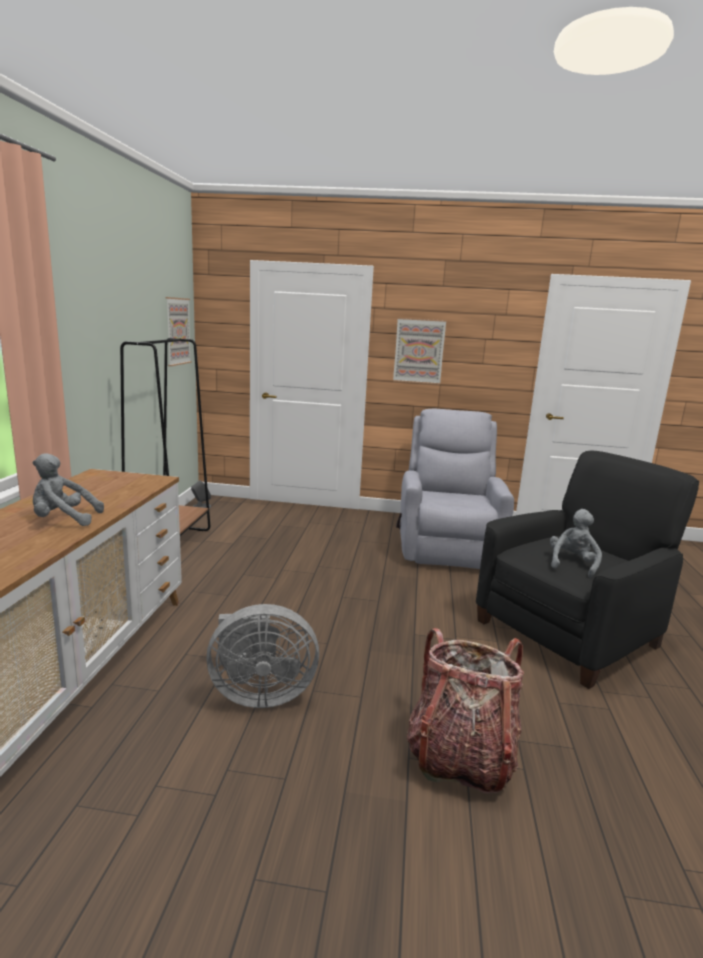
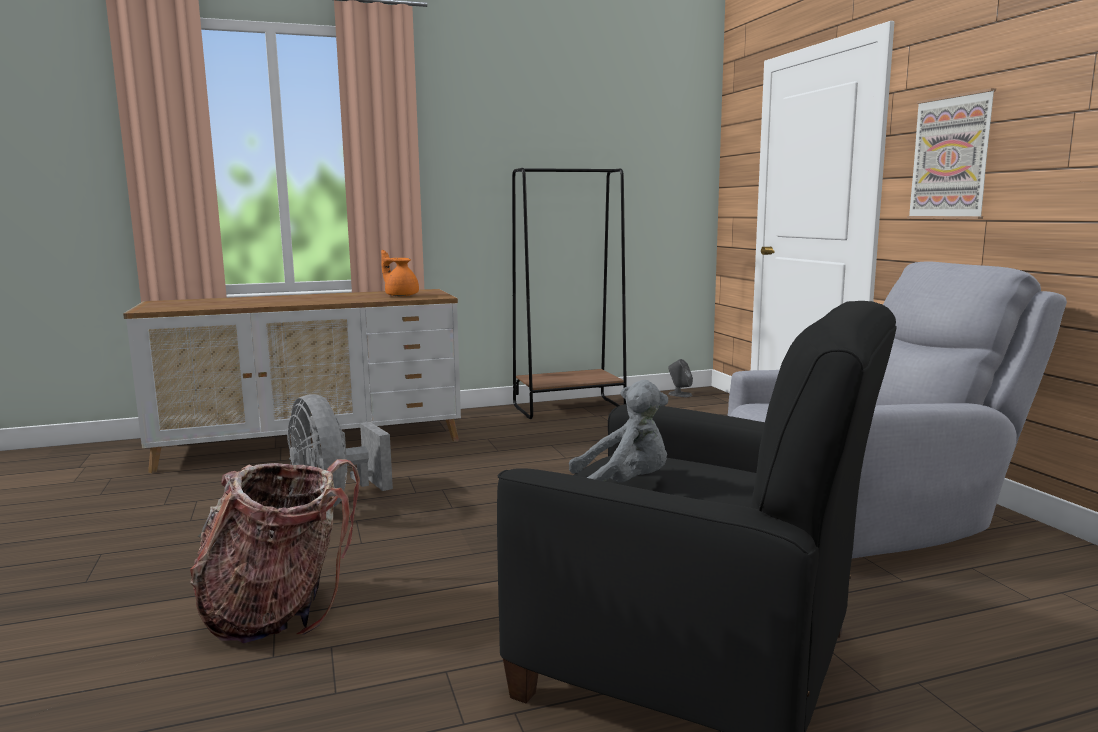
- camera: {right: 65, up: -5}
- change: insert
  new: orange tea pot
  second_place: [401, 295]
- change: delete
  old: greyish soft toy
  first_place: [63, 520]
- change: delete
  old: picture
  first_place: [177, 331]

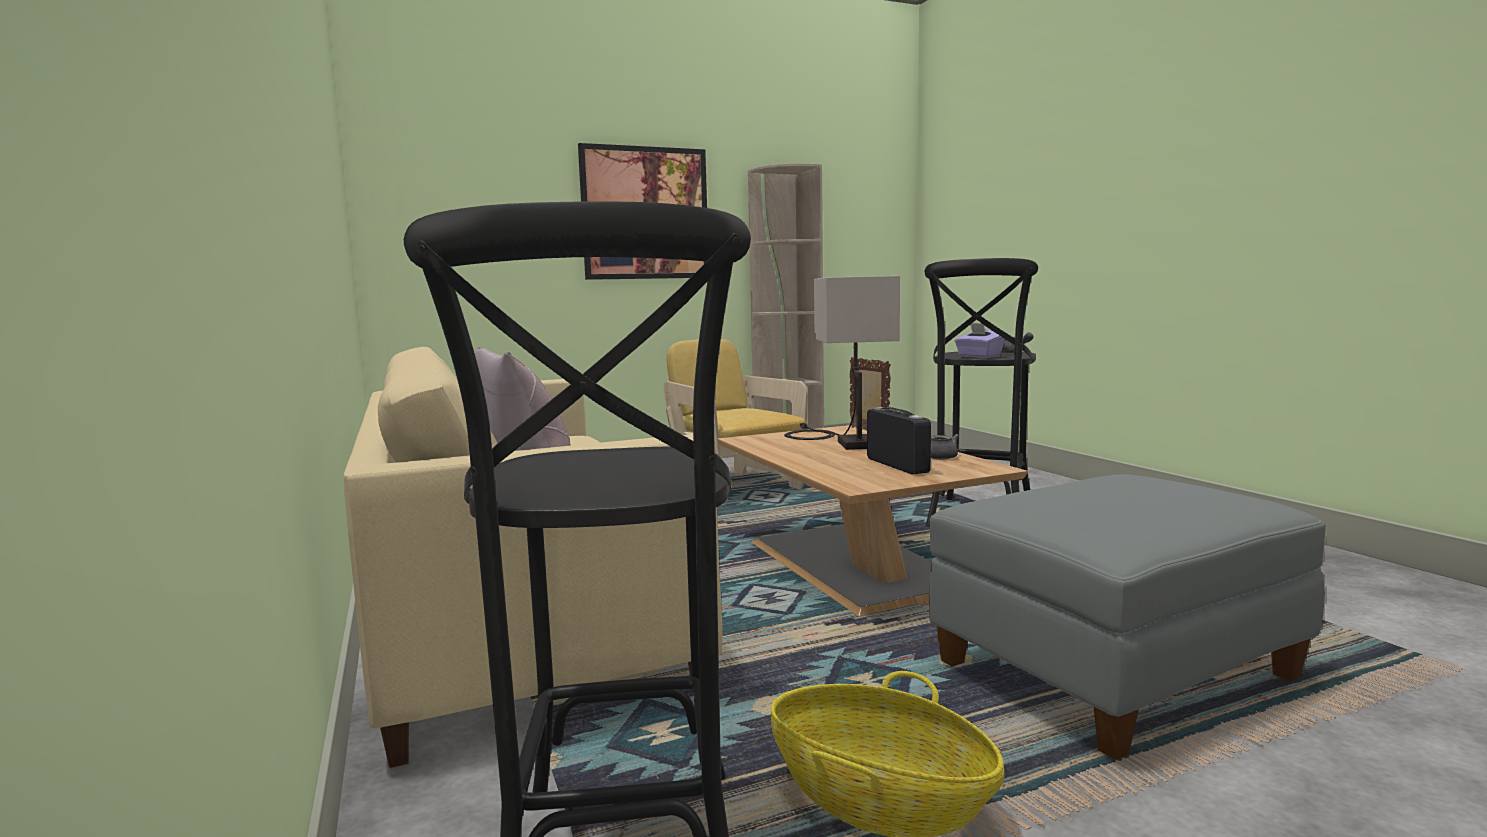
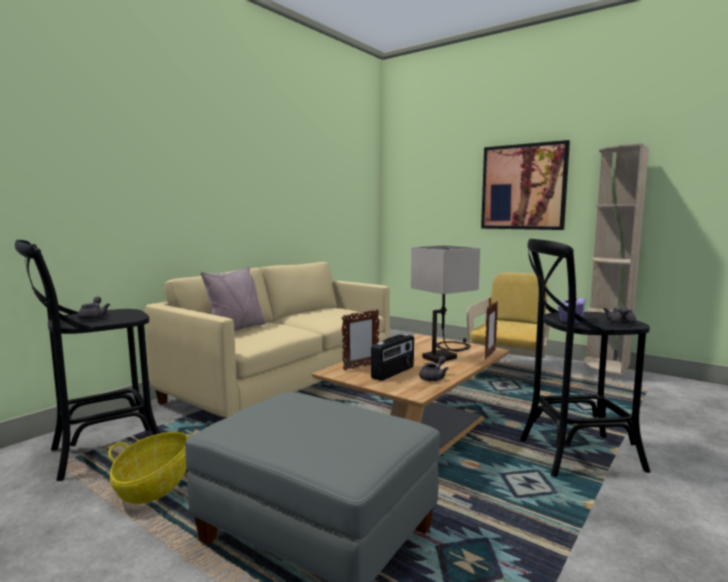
- camera: {right: 60, up: 0}
- change: insert
  new: greyish tea pot
  second_place: [94, 317]
- change: insert
  new: standing frame
  second_place: [360, 367]

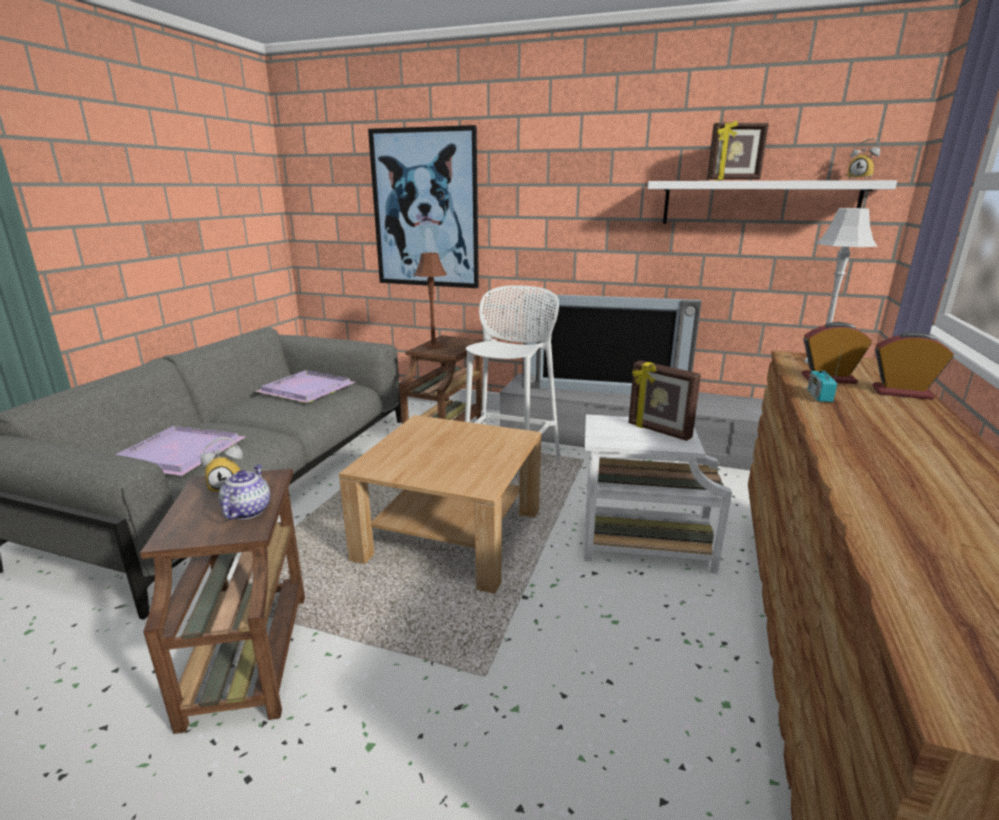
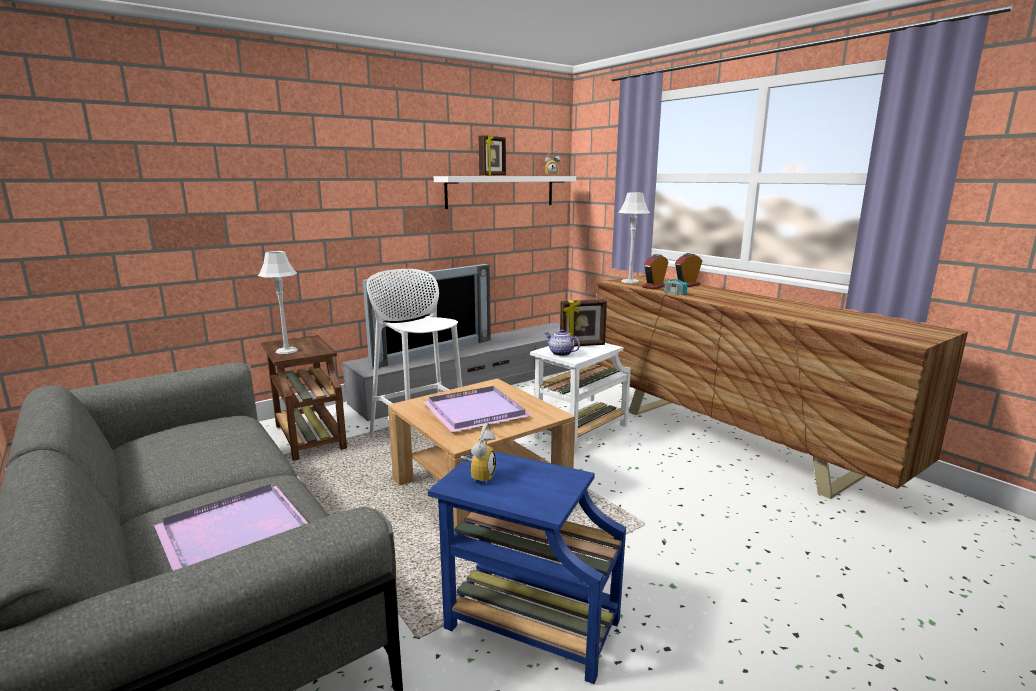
- camera: {right: -55, up: -5}
- change: recolor
  old: brown-coloured table lamp
  new: greyish table lamp
  first_place: [433, 346]
  second_place: [287, 351]
- change: move
  old: purple-coloured tray
  first_place: [307, 389]
  second_place: [473, 412]
- change: recolor
  old: brown-coloured side table
  new: bluish side table
  first_place: [250, 653]
  second_place: [527, 623]
- change: move
  old: tea pot
  first_place: [247, 511]
  second_place: [560, 353]
- change: delete
  old: picture
  first_place: [425, 209]

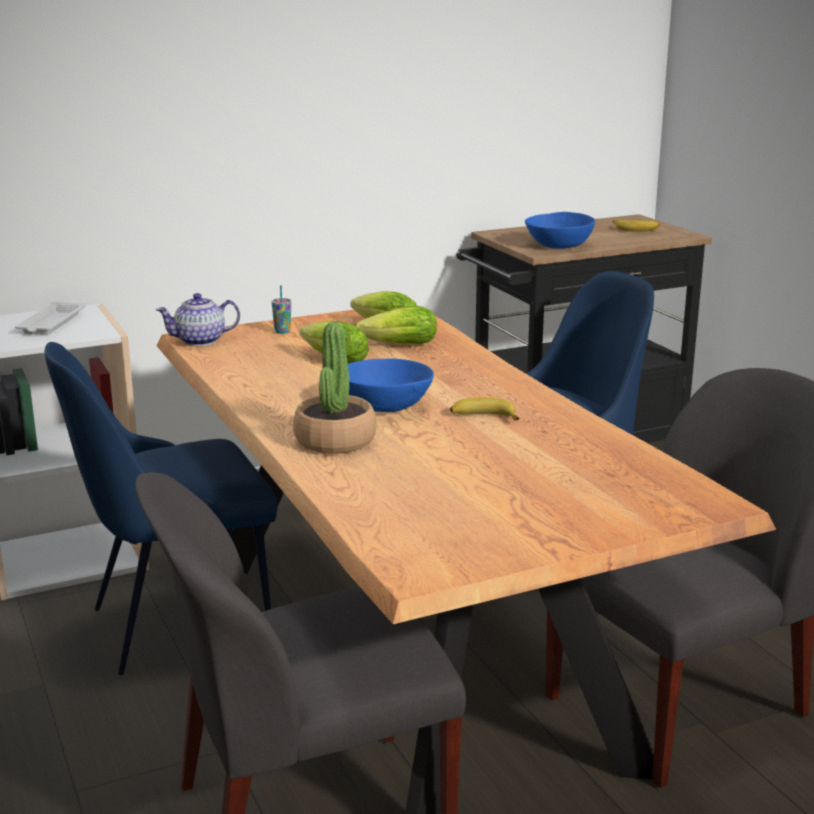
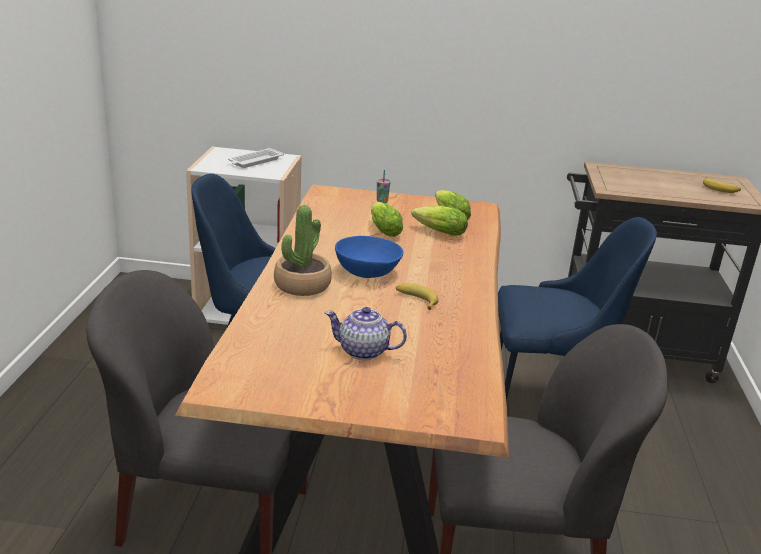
- camera: {right: 30, up: 5}
- change: move
  old: tea pot
  first_place: [201, 341]
  second_place: [364, 351]
- change: delete
  old: bluish deep dish
  first_place: [558, 246]

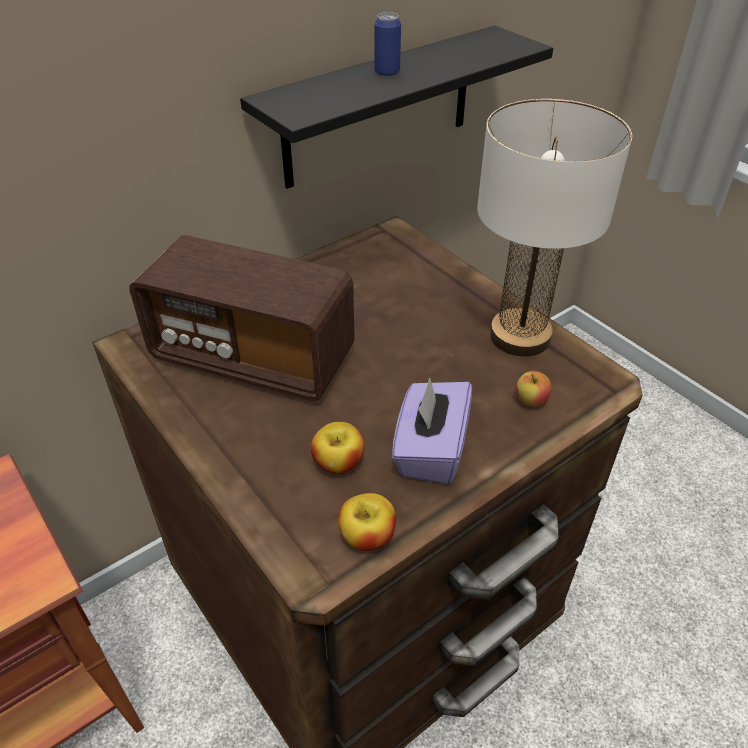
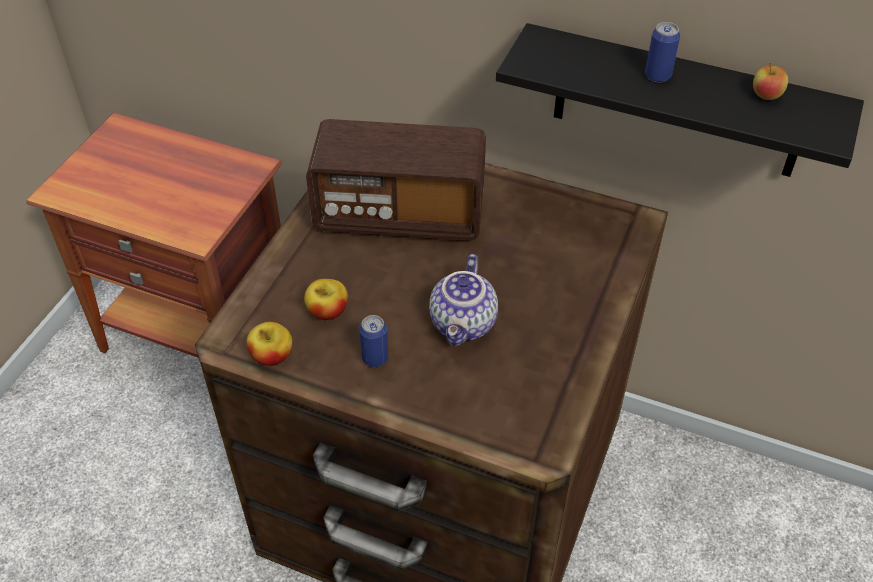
- camera: {right: 60, up: 5}
- change: rotate
  old: radio receiver
  first_place: [253, 357]
  second_place: [400, 214]
  degrees: -75
- change: replace
  old: purple-coloured tissue box
  new: metal can
  first_place: [430, 450]
  second_place: [375, 358]
- change: insert
  new: tea pot
  second_place: [464, 324]
- change: move
  old: apple fruit
  first_place: [531, 401]
  second_place: [766, 96]
- change: delete
  old: table lamp
  first_place: [519, 336]

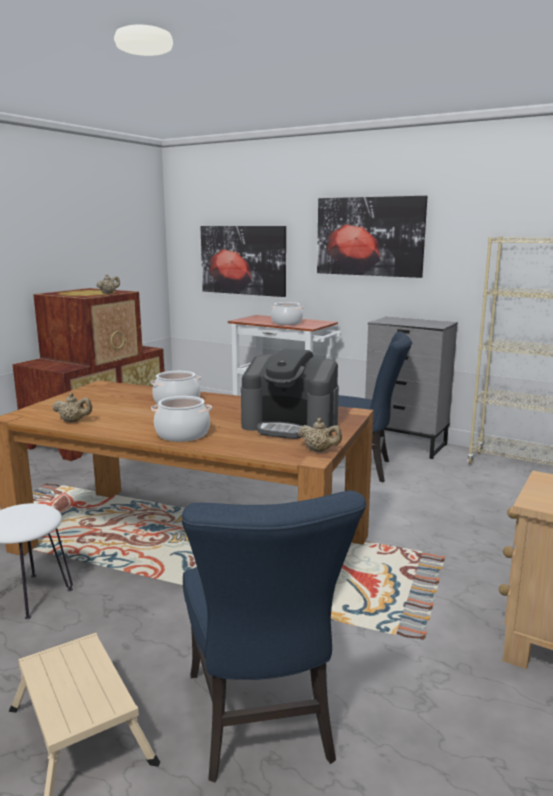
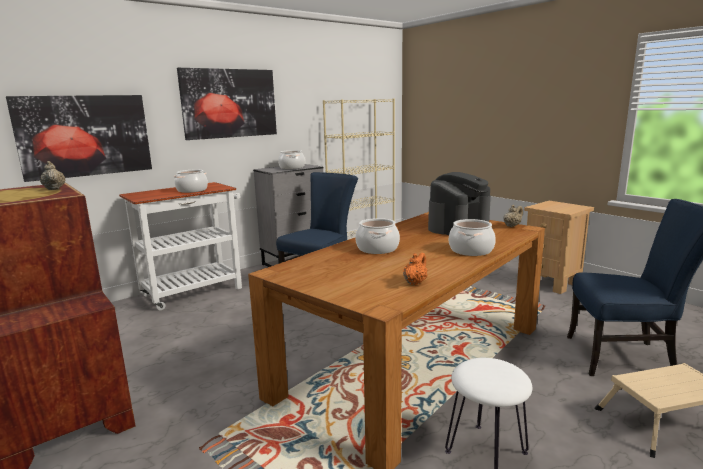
- camera: {right: -70, up: 0}
- change: insert
  new: stockpot
  second_place: [292, 167]
- change: recolor
  old: sand-coloured tea pot
  new: orange tea pot
  first_place: [73, 421]
  second_place: [415, 282]

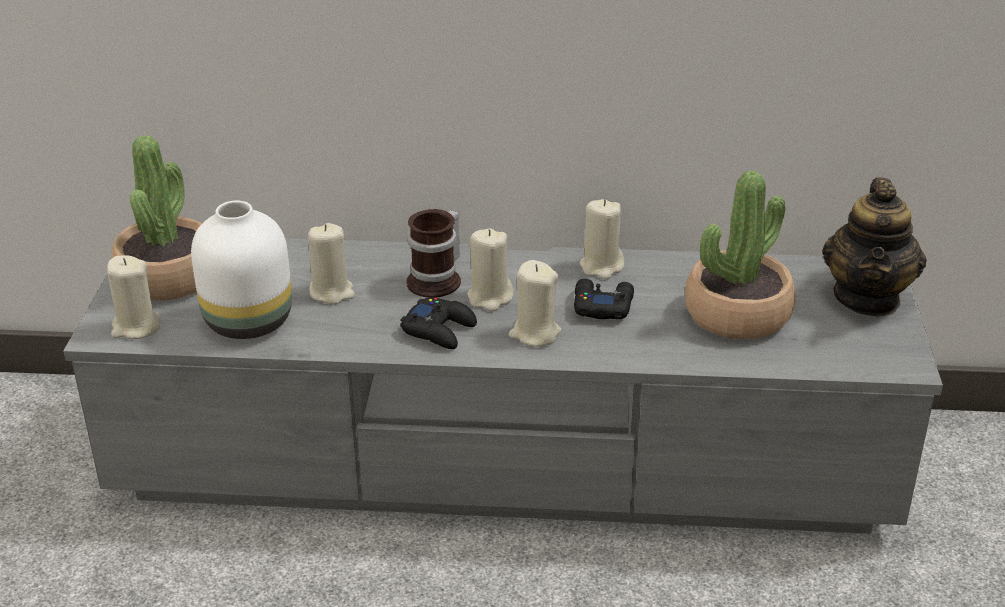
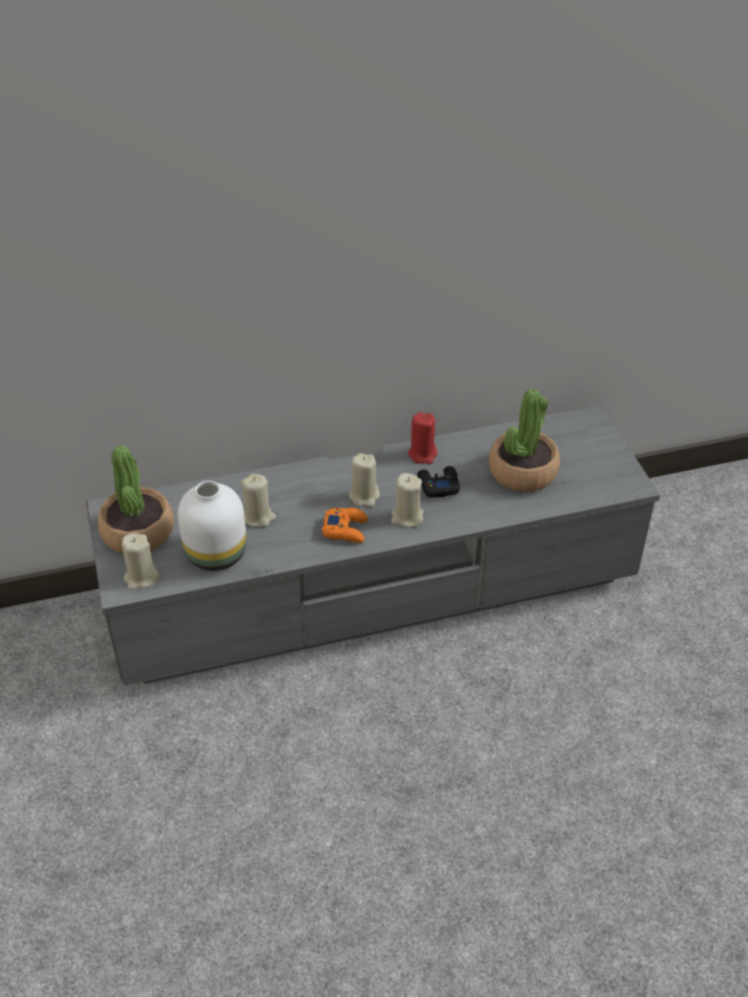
- camera: {right: -20, up: 10}
- change: recolor
  old: blackish gamepad
  new: orange gamepad
  first_place: [439, 330]
  second_place: [345, 529]
- change: recolor
  old: sand-coloured wax candle
  new: red wax candle
  first_place: [602, 266]
  second_place: [422, 454]
- change: delete
  old: mug
  first_place: [439, 280]
- change: delete
  old: tea pot
  first_place: [867, 298]

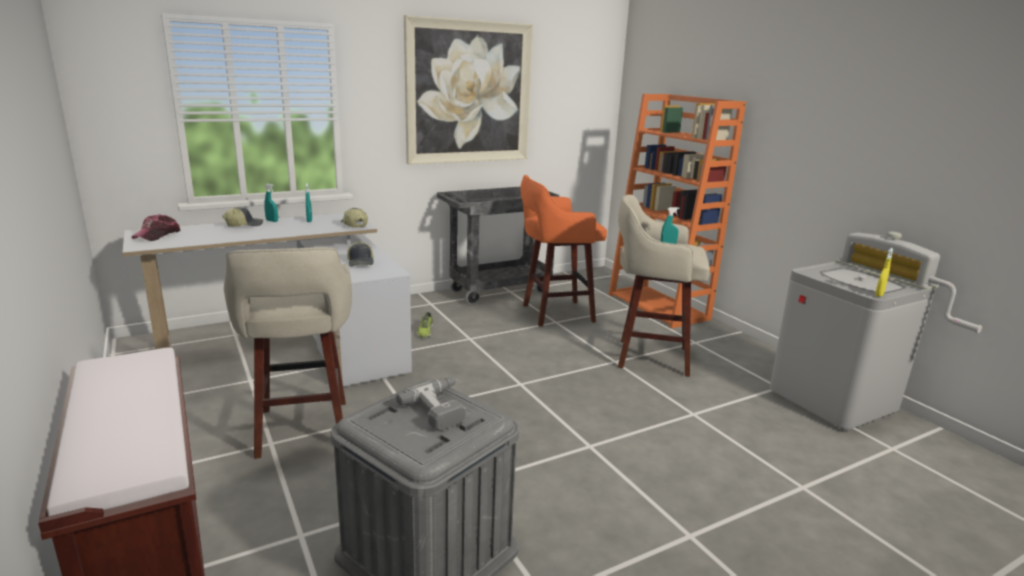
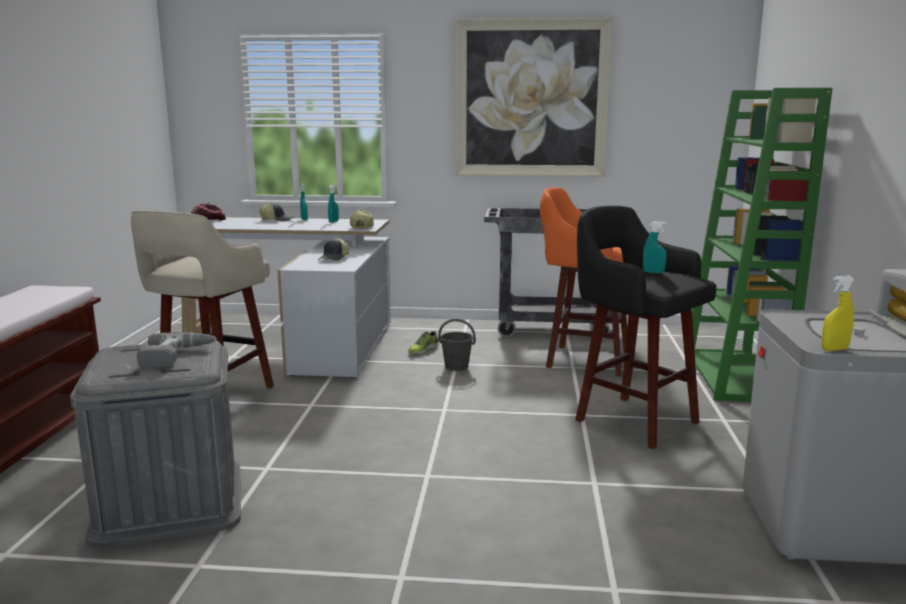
- camera: {right: 35, up: -5}
- change: insert
  new: greyish water bucket
  second_place: [457, 366]
- change: recolor
  old: sand-coloured stool seat
  new: blackish stool seat
  first_place: [649, 357]
  second_place: [632, 420]
- change: recolor
  old: orange bookshelf
  new: greenish bookshelf
  first_place: [659, 307]
  second_place: [735, 377]

